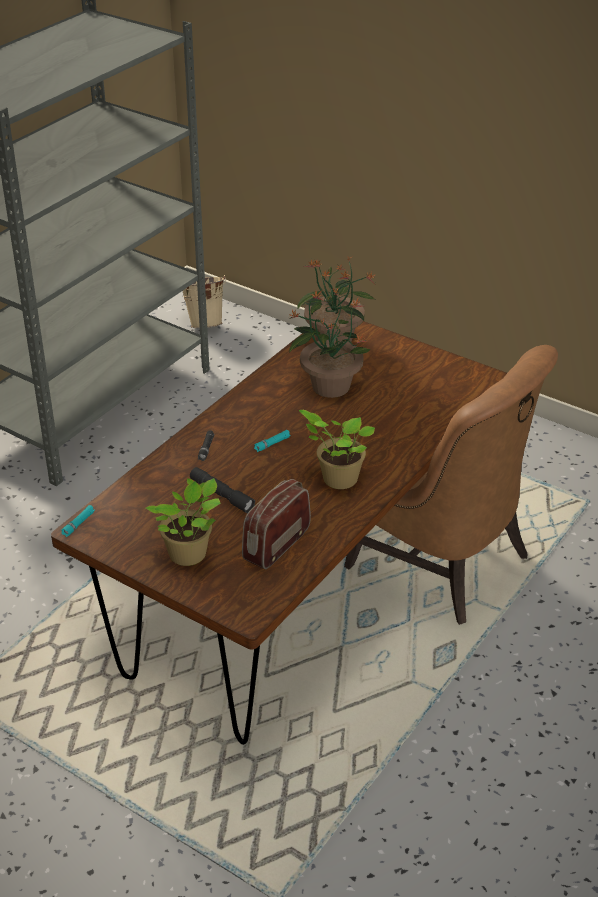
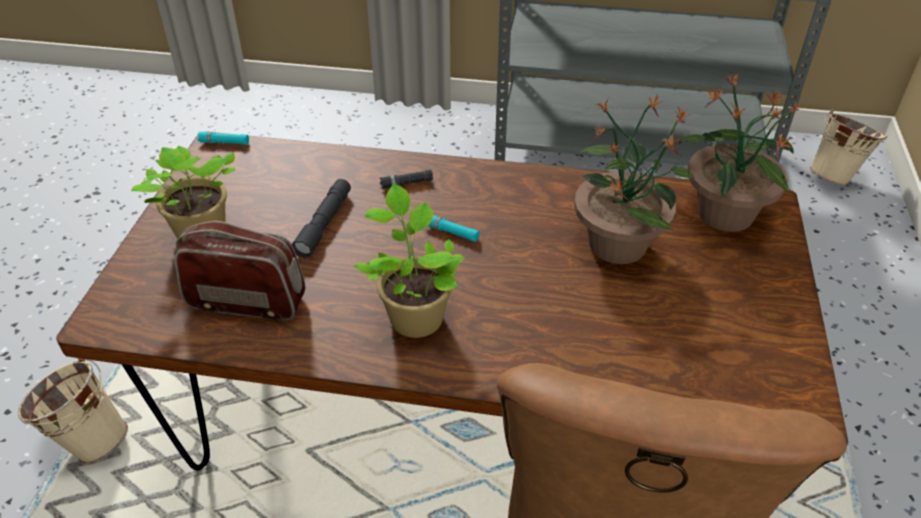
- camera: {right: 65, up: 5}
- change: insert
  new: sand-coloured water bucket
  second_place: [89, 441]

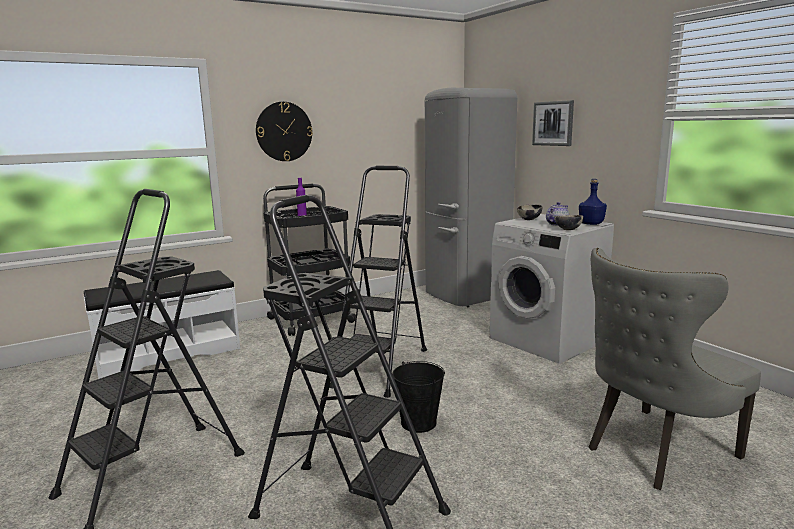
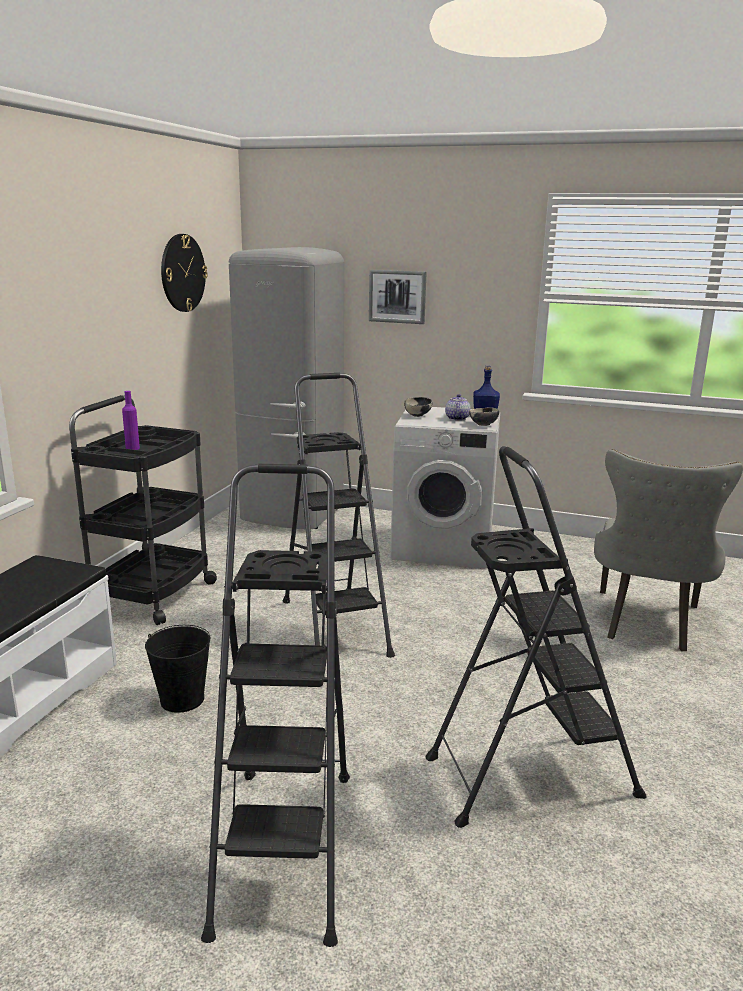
- camera: {right: -40, up: 5}
- change: move
  old: blackish water bucket
  first_place: [418, 423]
  second_place: [182, 700]
- change: move
  old: hanging clock
  first_place: [284, 131]
  second_place: [182, 273]

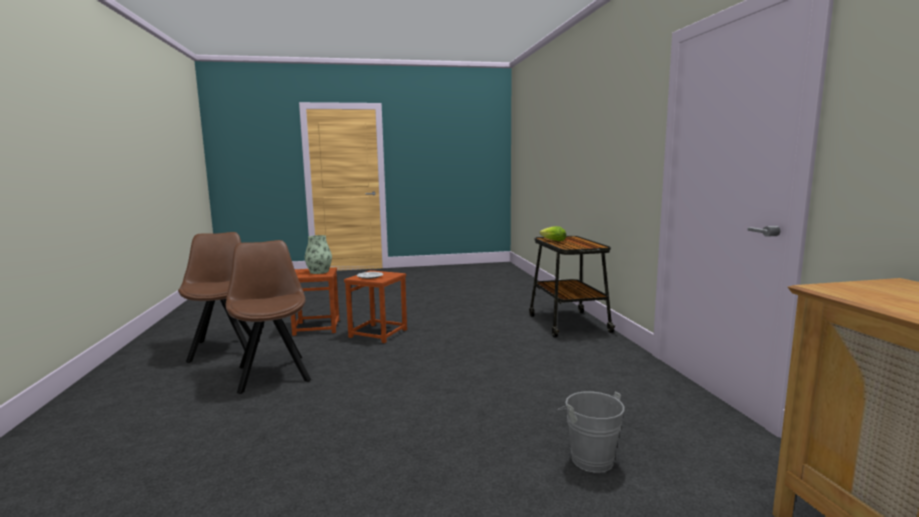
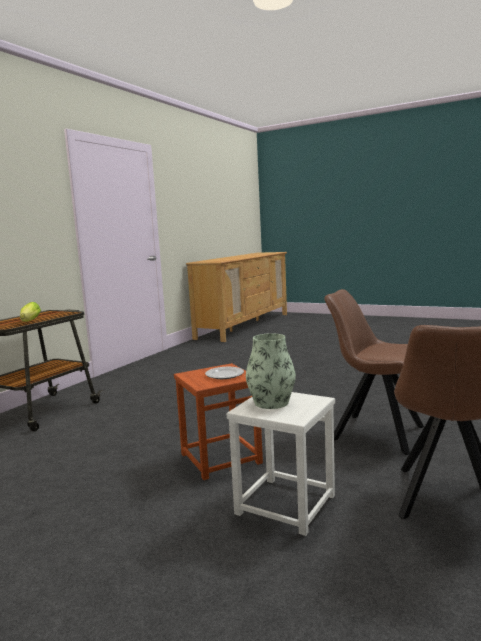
- camera: {right: -140, up: 0}
- change: recolor
  old: brown-coloured stool seat
  new: white-coloured stool seat
  first_place: [317, 327]
  second_place: [285, 505]
- change: rotate
  old: brown-coloured chair
  first_place: [273, 374]
  second_place: [377, 433]
  degrees: 105
- change: delete
  old: greyish water bucket
  first_place: [589, 457]

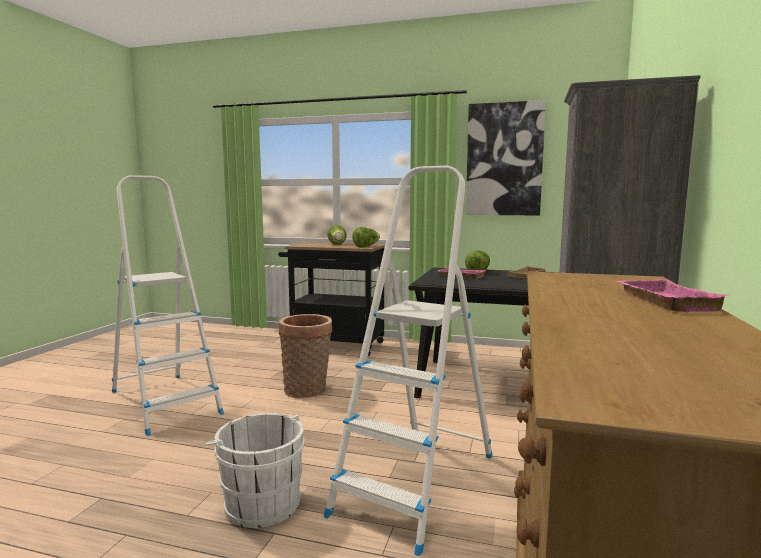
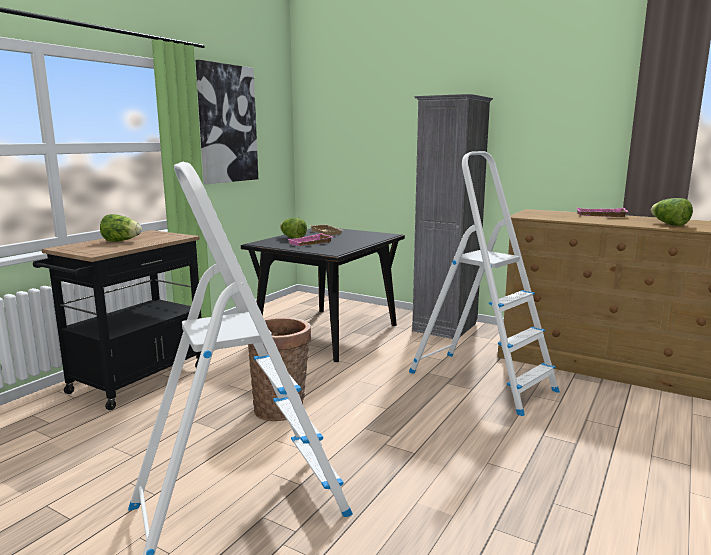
- camera: {right: -75, up: 5}
- change: move
  old: lettuce head
  first_place: [366, 246]
  second_place: [669, 224]
- change: delete
  old: white-coloured water bucket
  first_place: [260, 502]

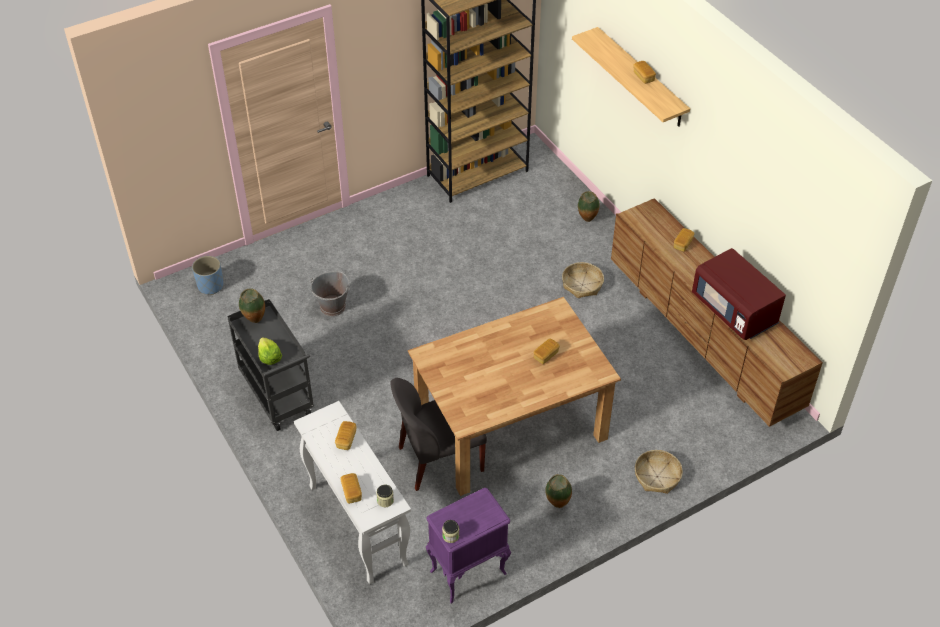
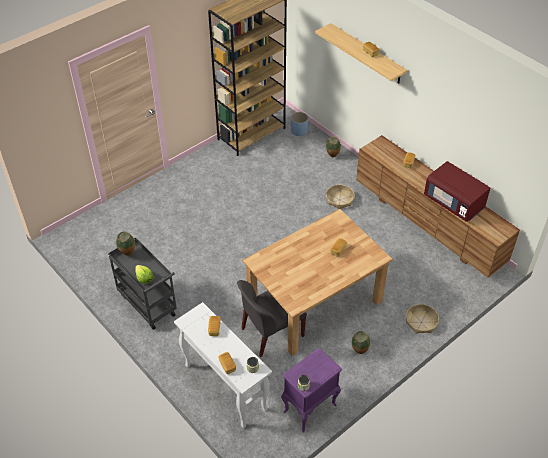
- camera: {right: -10, up: 0}
- change: move
  old: bluish planter
  first_place: [210, 286]
  second_place: [299, 131]
- change: delete
  old: greyish water bucket
  first_place: [333, 307]

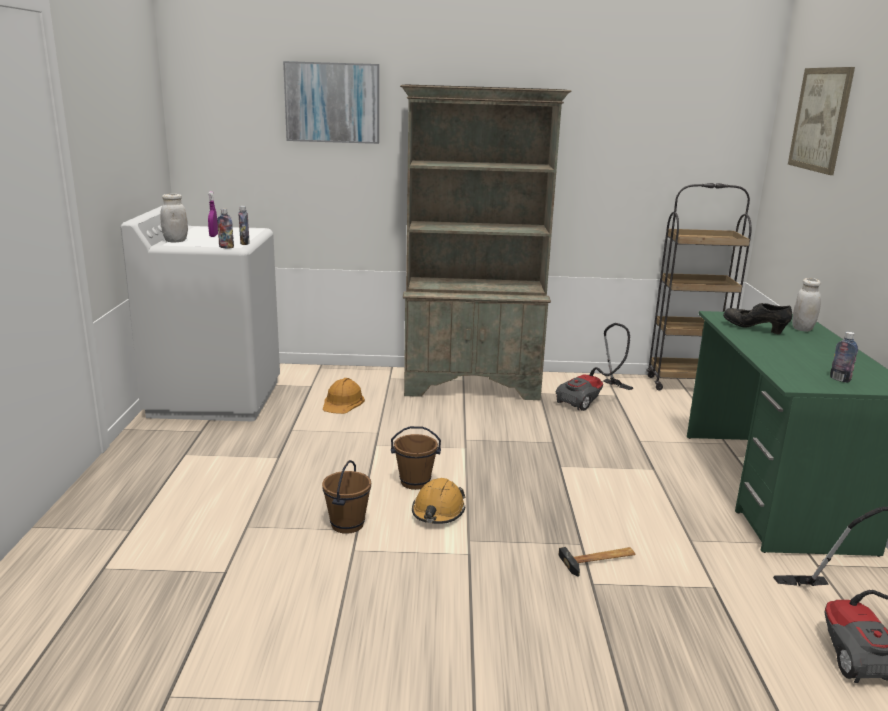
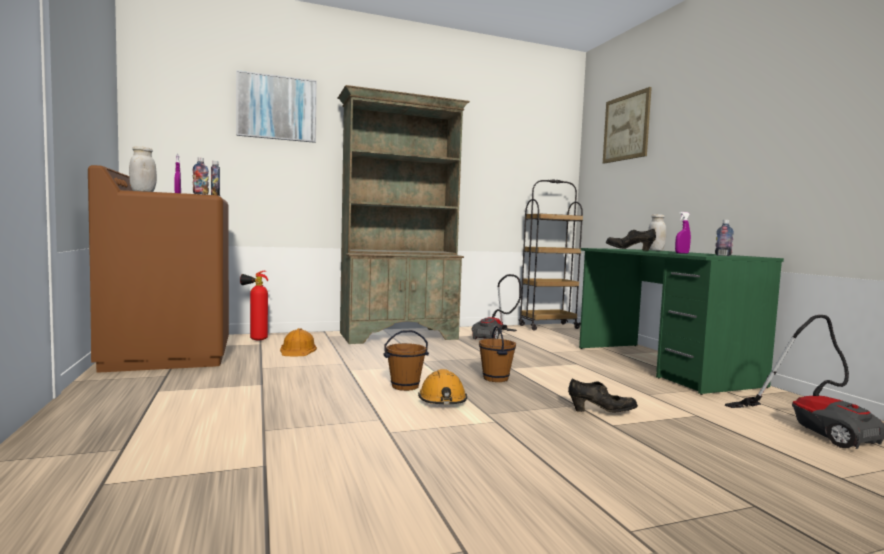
- camera: {right: -20, up: -15}
- change: recolor
  old: white-coloured laundry machine
  new: brown-coloured laundry machine
  first_place: [215, 397]
  second_place: [168, 356]
- change: insert
  new: extinguisher
  second_place: [255, 339]
- change: move
  old: brown-coloured water bucket
  first_place: [346, 524]
  second_place: [495, 378]
- change: replace
  old: hand hammer
  new: blackish low shoe
  first_place: [600, 561]
  second_place: [601, 412]
- change: insert
  new: purple-coloured sprayer
  second_place: [682, 253]

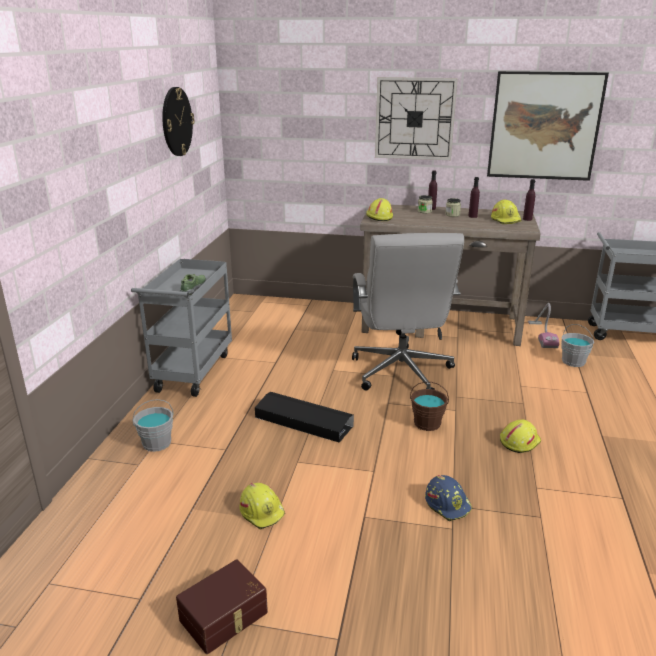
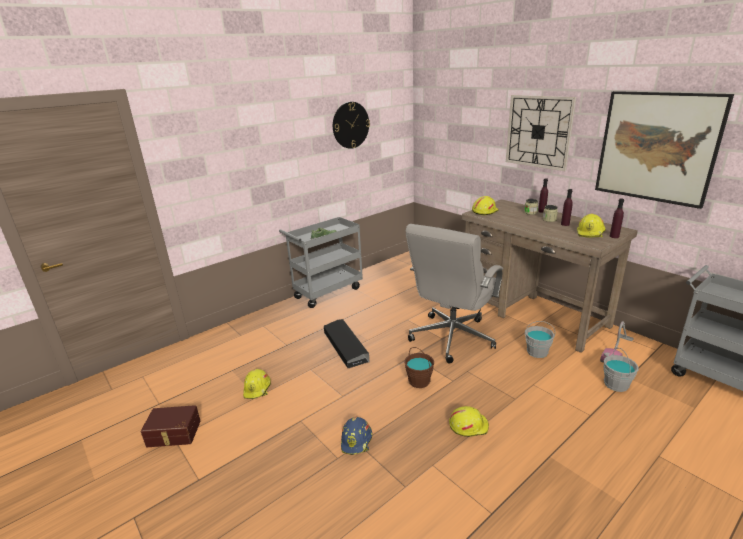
- camera: {right: 40, up: 0}
- change: move
  old: greyish water bucket
  first_place: [157, 443]
  second_place: [537, 352]

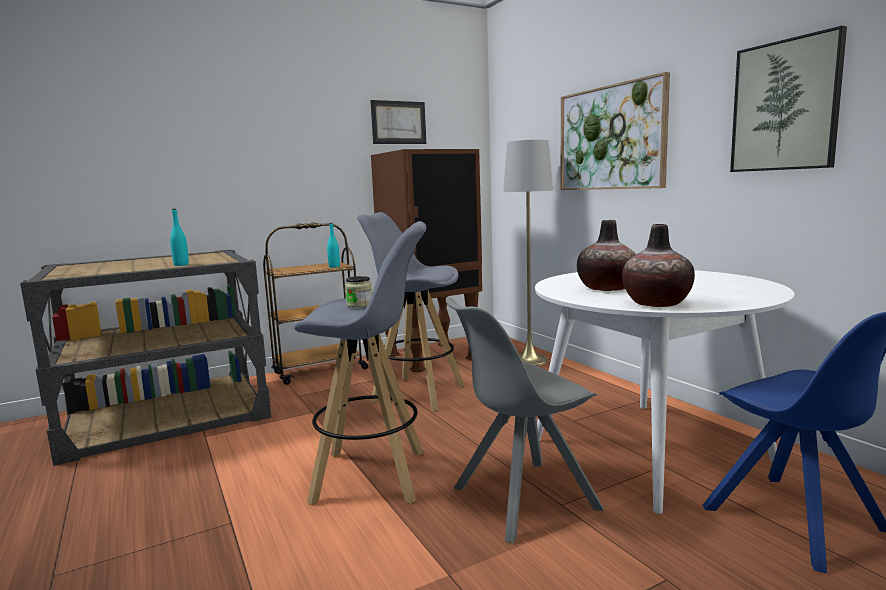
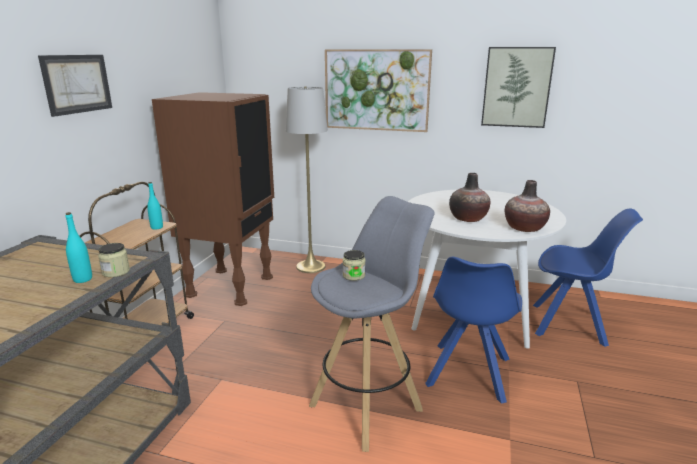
- camera: {right: -45, up: 10}
- change: move
  old: picture
  first_place: [398, 122]
  second_place: [77, 84]
- change: insert
  new: preserve jar
  second_place: [116, 272]
- change: recolor
  old: greyish chair
  new: bluish chair
  first_place: [522, 499]
  second_place: [468, 373]
- change: delete
  old: greyish stool seat
  first_place: [416, 393]

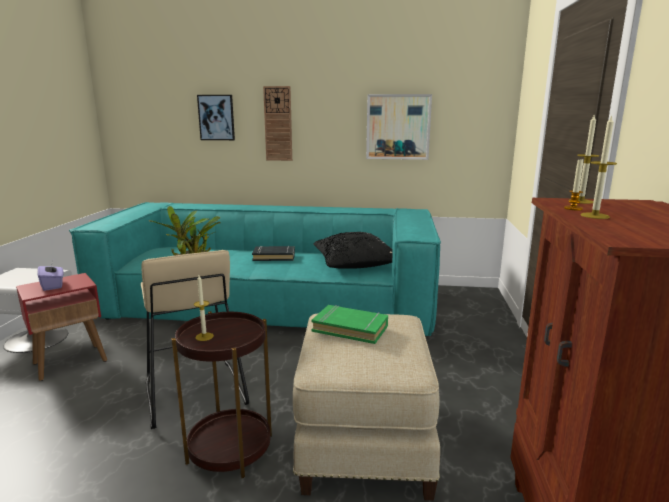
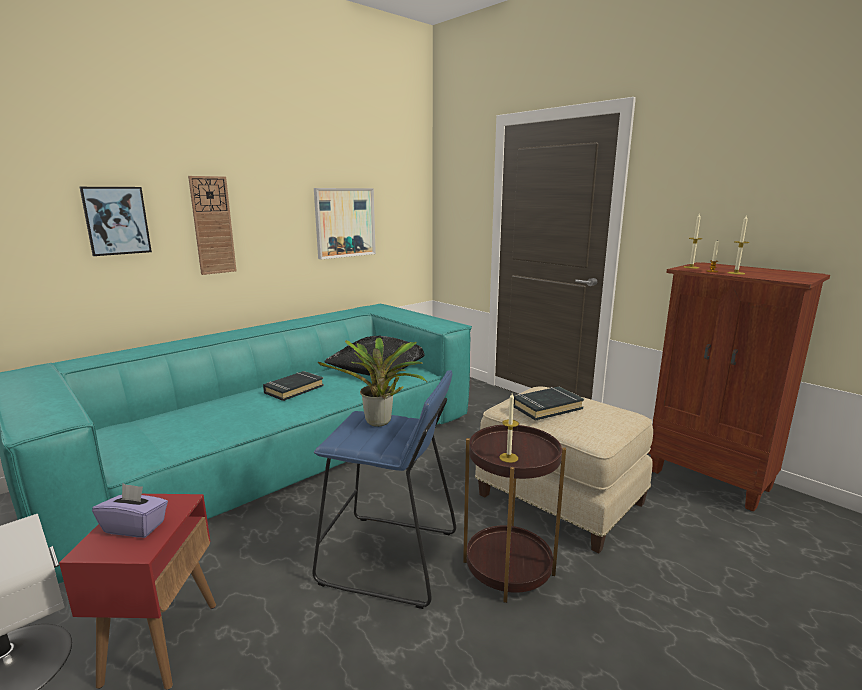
- camera: {right: -50, up: 0}
- change: recolor
  old: sand-coloured stool seat
  new: bluish stool seat
  first_place: [193, 392]
  second_place: [388, 558]
- change: recolor
  old: greenish bound book
  new: blackish bound book
  first_place: [350, 328]
  second_place: [546, 407]

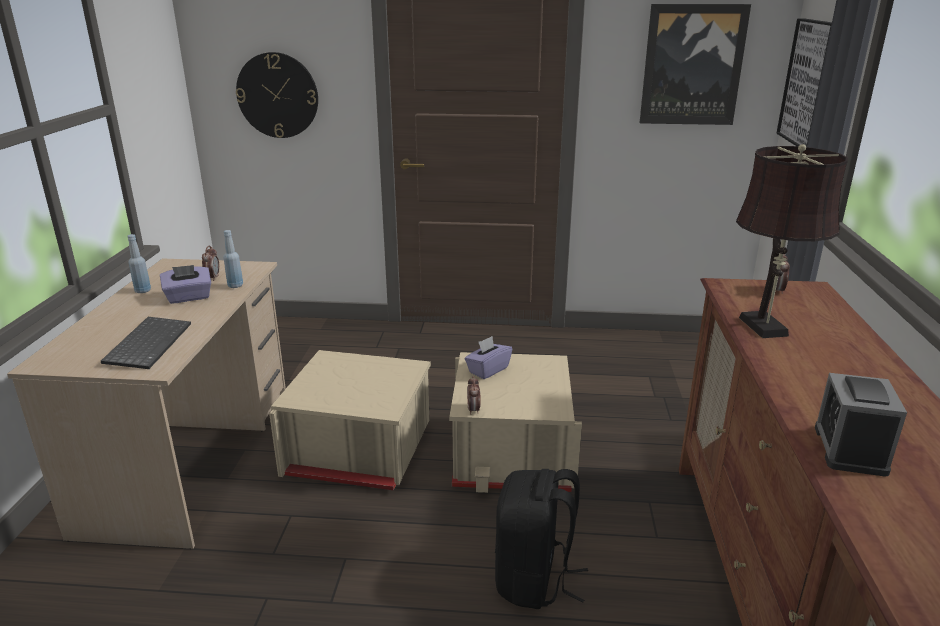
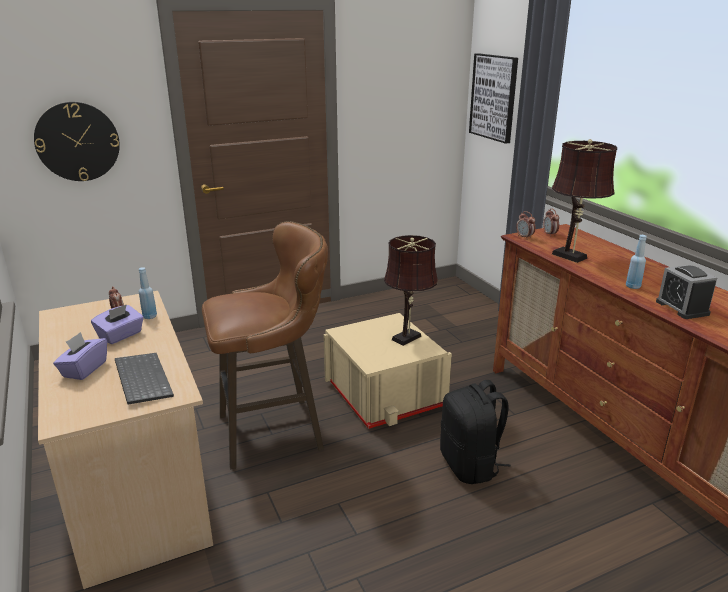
- camera: {right: -30, up: 0}
- change: move
  old: purple-coloured tissue box
  first_place: [488, 370]
  second_place: [84, 369]
- change: replace
  old: sand-coloured storage container
  new: brown-coloured stool seat
  first_place: [359, 452]
  second_place: [275, 430]
- change: insert
  new: brown-coloured table lamp
  second_place: [408, 337]
- change: move
  old: table clock
  first_place: [473, 410]
  second_place: [524, 237]
- change: move
  old: bluish beverage bottle
  first_place: [143, 291]
  second_place: [633, 286]
- change: delete
  old: picture
  first_place: [692, 65]

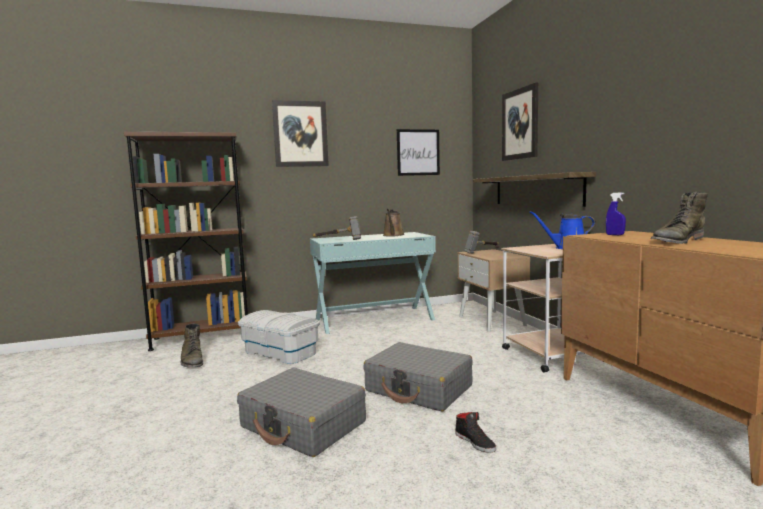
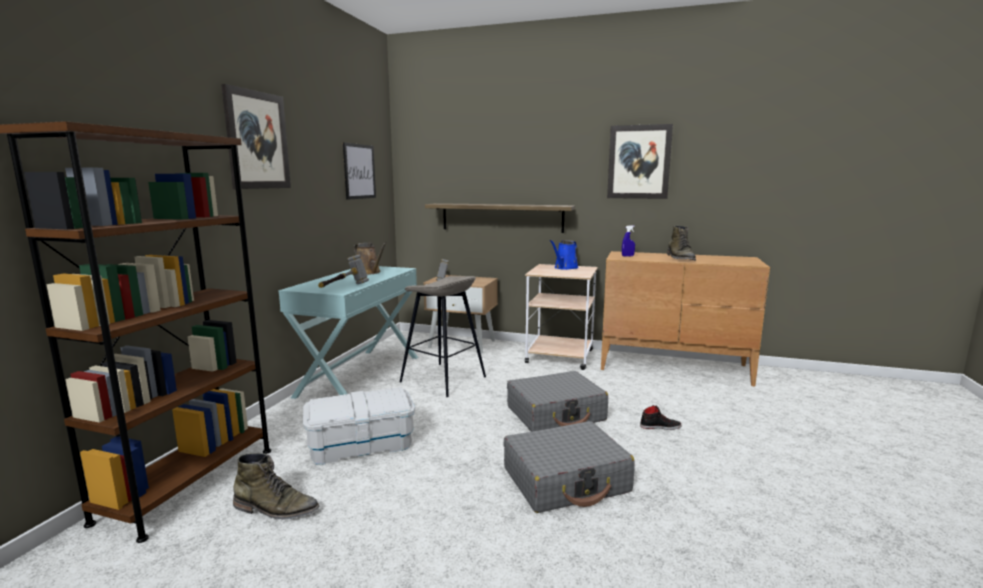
- camera: {right: -55, up: 5}
- change: insert
  new: greyish stool seat
  second_place: [443, 379]
- change: move
  old: picture
  first_place: [520, 124]
  second_place: [639, 162]

